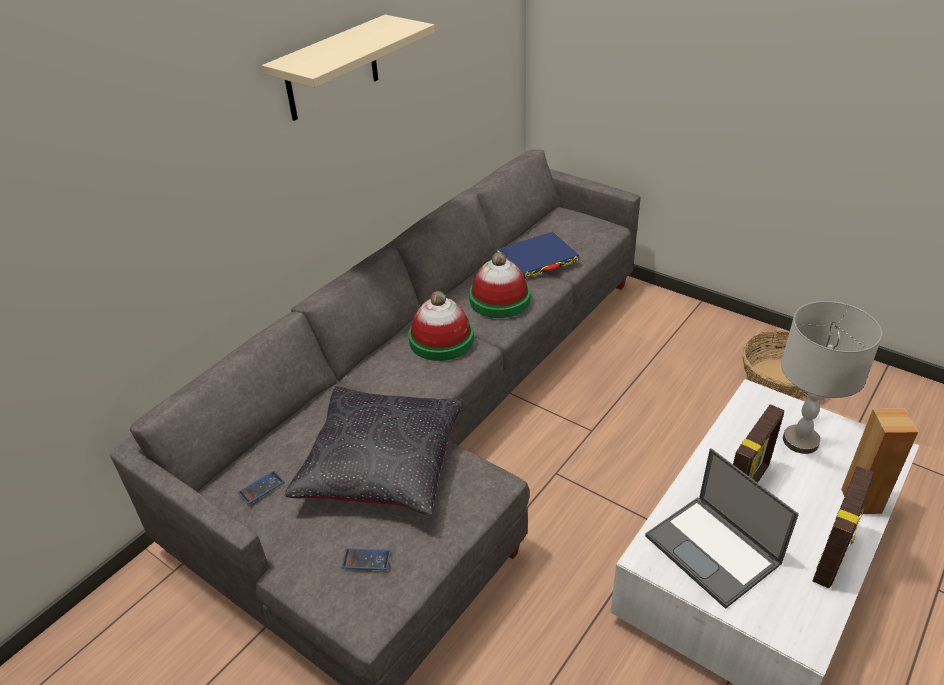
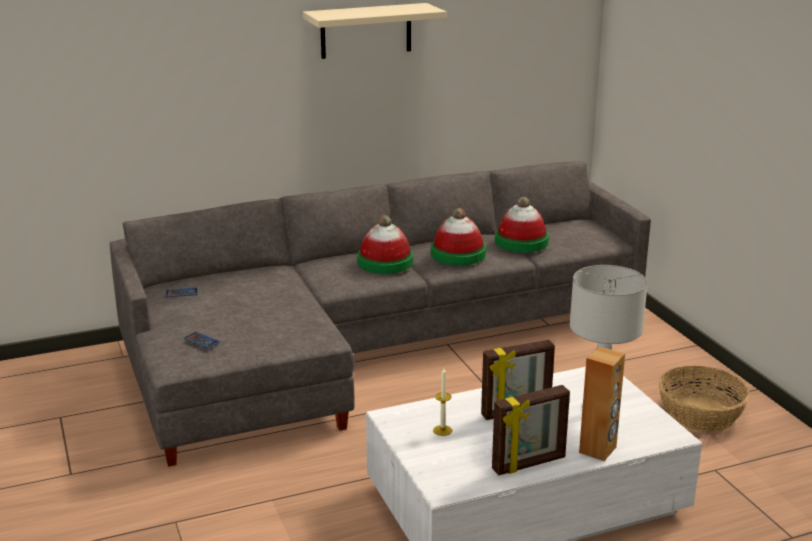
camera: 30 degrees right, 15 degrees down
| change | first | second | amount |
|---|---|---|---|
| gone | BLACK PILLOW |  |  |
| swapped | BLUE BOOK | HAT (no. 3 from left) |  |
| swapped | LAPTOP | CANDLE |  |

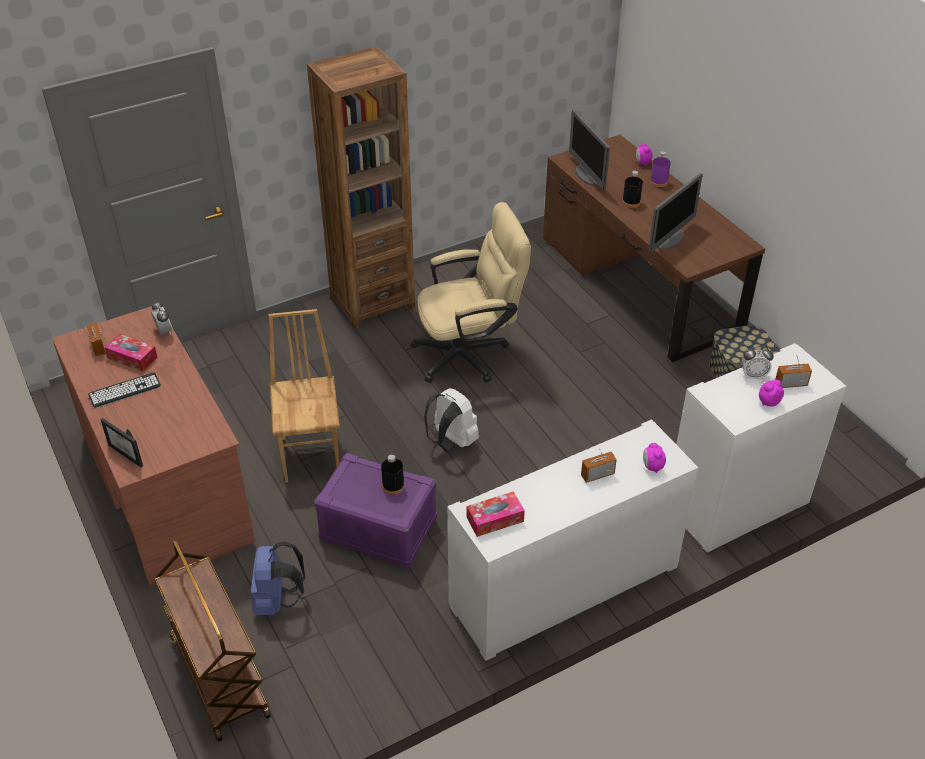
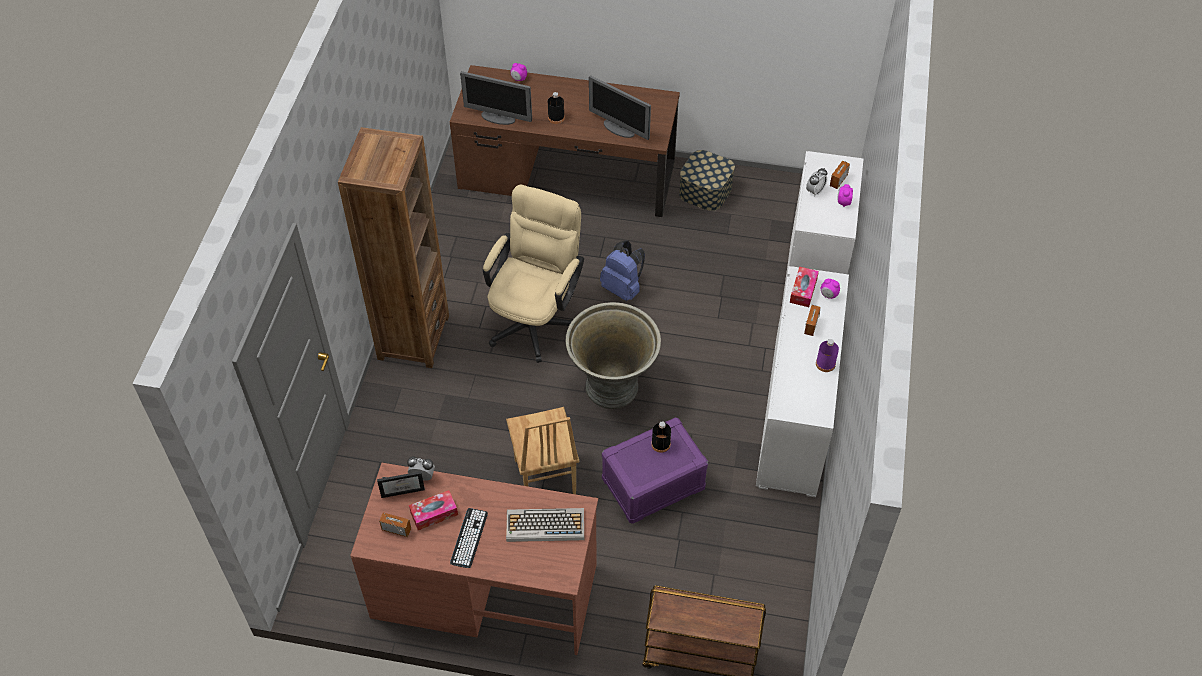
camera: 50 degrees left, 10 degrees up
| change | first | second | amount |
|---|---|---|---|
| new |  | KEYBOARD (no. 2 from left) |  |
| shifted | PICTURE FRAME |  |  |
| shifted | BLUE BACKPACK |  |  |
| shifted | TISSUE BOX (no. 2 from left) |  |  |
| shifted | PURPLE BOTTLE |  |  |
| swapped | WHITE BACKPACK | GREY PLANTER |  |
| rotated | BROWN CHAIR |  | 135 degrees counterclockwise |
| rotated | MONITOR (no. 2 from left) |  | 135 degrees clockwise |

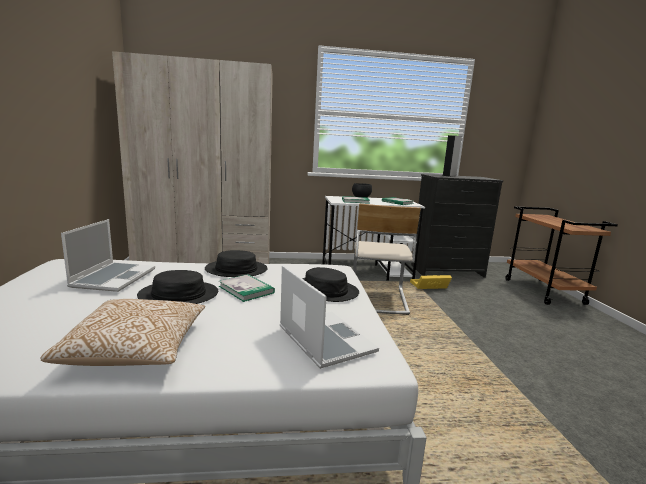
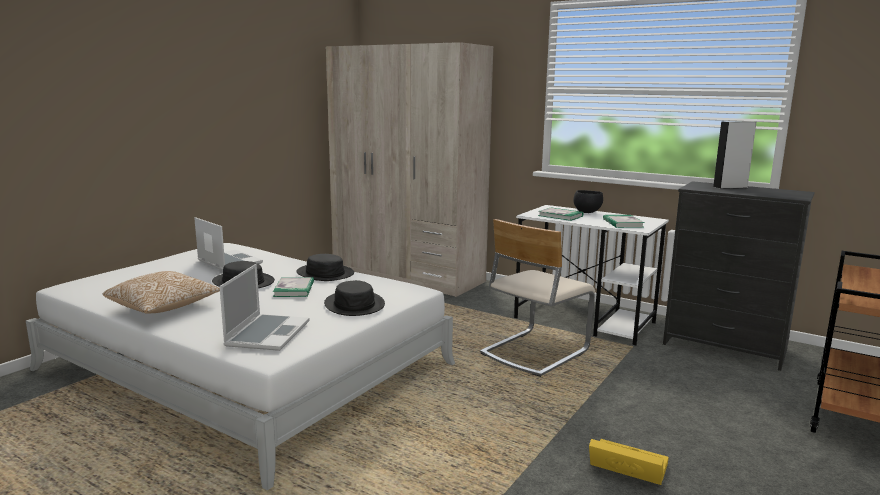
camera: 40 degrees right, 0 degrees up
| change | first | second | amount |
|---|---|---|---|
| shifted | YELLOW STORAGE BOX |  |  |
| rotated | LAPTOP (no. 1 from left) |  | 90 degrees counterclockwise |

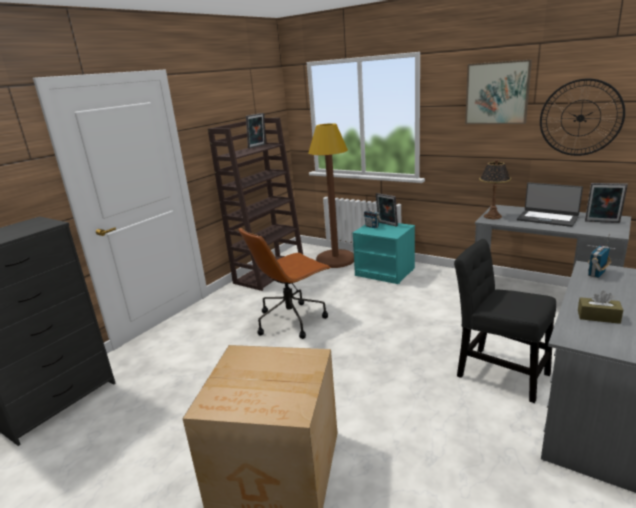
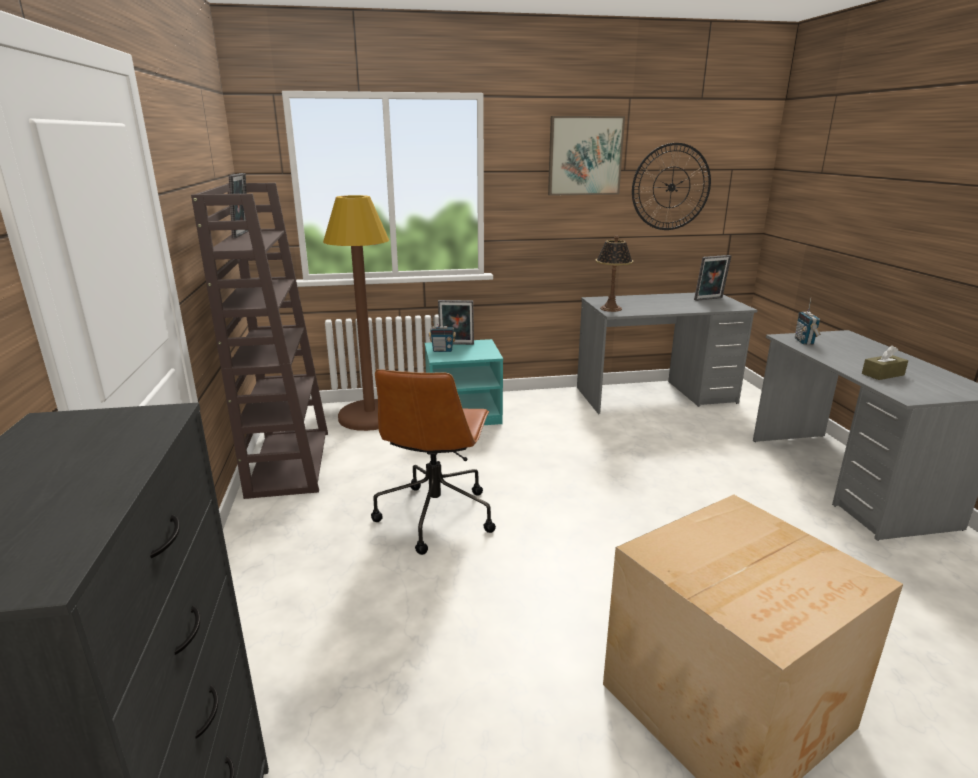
camera: 45 degrees left, 0 degrees up
| change | first | second | amount |
|---|---|---|---|
| gone | BLACK CHAIR |  |  |
| gone | LAPTOP |  |  |

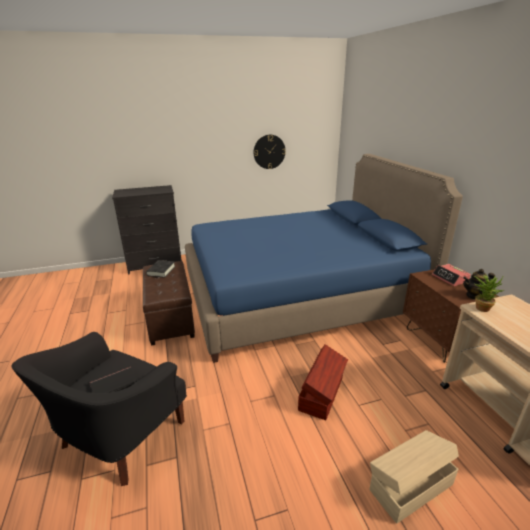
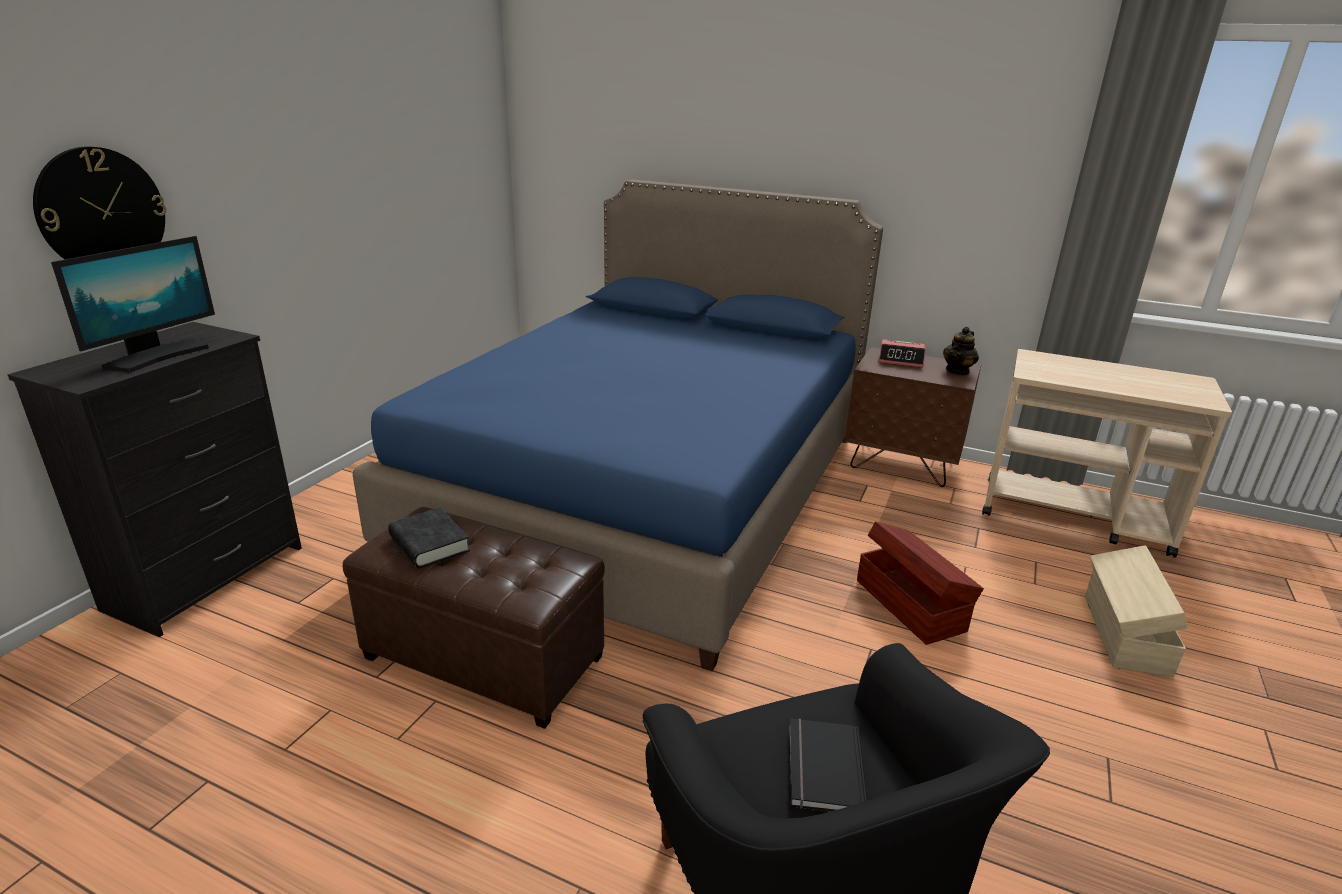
camera: 50 degrees left, 0 degrees up
| change | first | second | amount |
|---|---|---|---|
| gone | POTTED PLANT |  |  |
| new |  | MONITOR |  |
| shifted | WALL CLOCK |  |  |

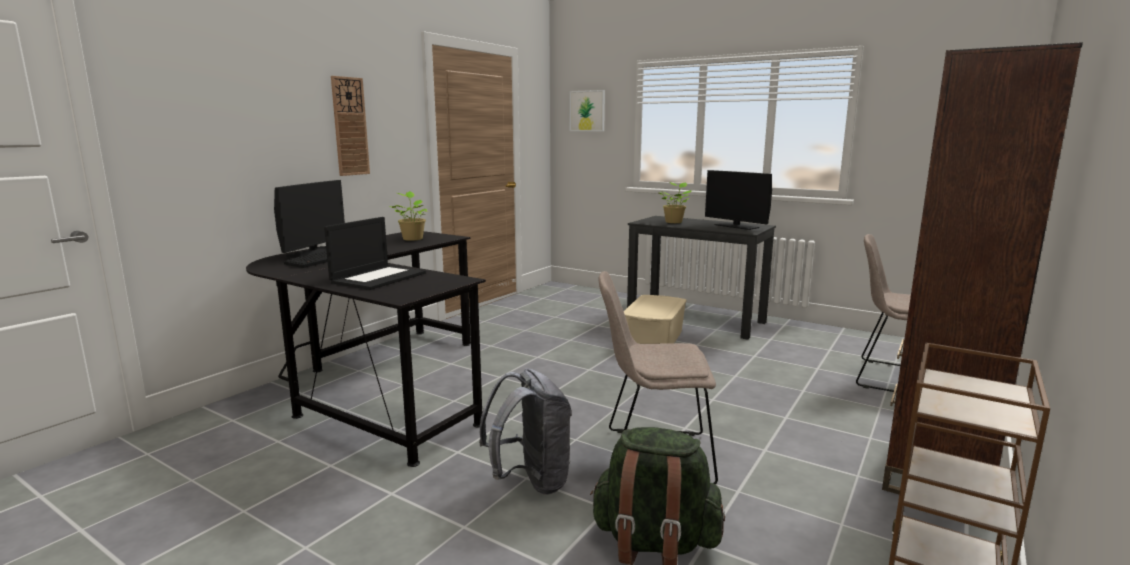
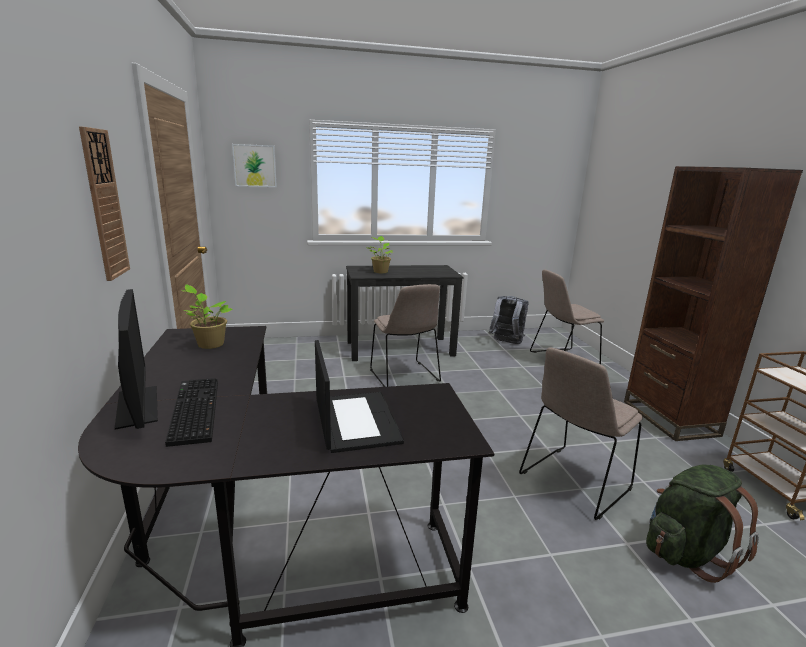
camera: 45 degrees left, 5 degrees up
| change | first | second | amount |
|---|---|---|---|
| gone | MONITOR (no. 2 from left) |  |  |
| shifted | GREY BACKPACK |  |  |
| swapped | BEIGE STORAGE BOX | BEIGE CHAIR (no. 1 from left) |  |

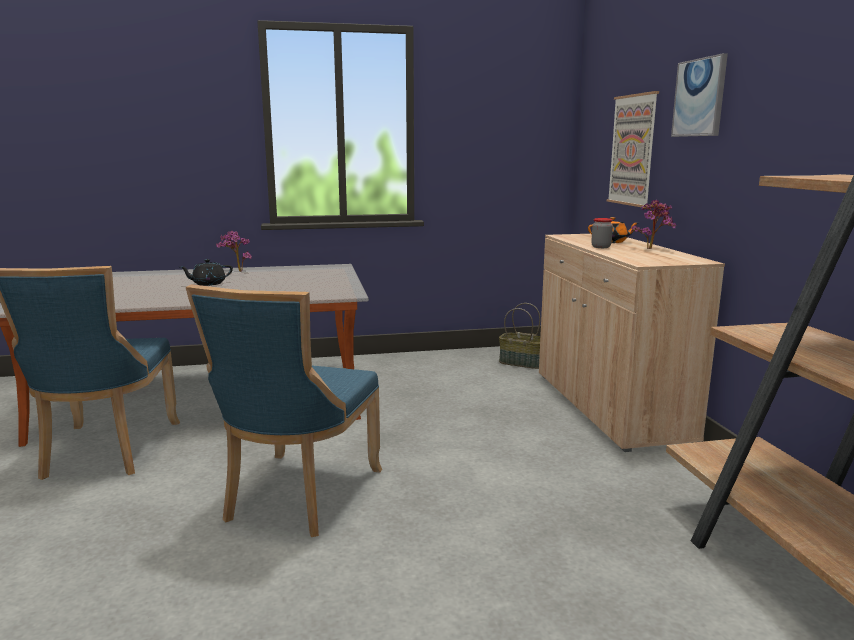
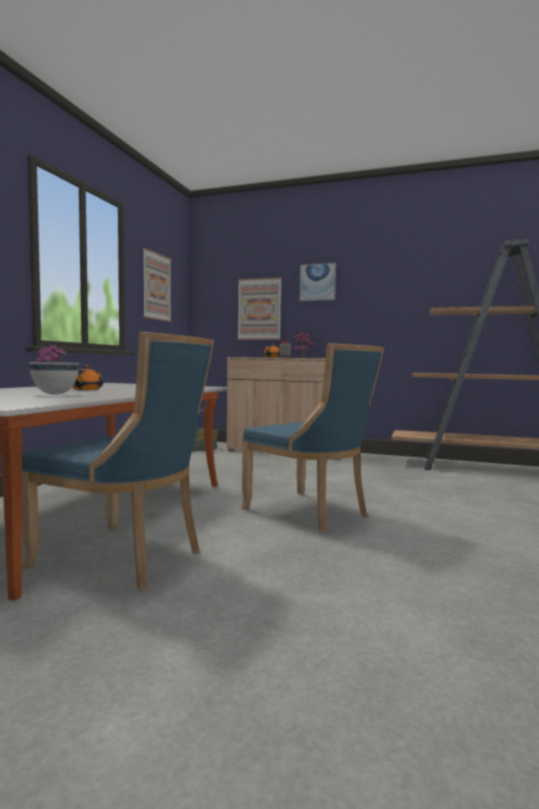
camera: 60 degrees left, 10 degrees down
| change | first | second | amount |
|---|---|---|---|
| new |  | WHITE BOWL |  |
| new |  | PICTURE (no. 1 from left) |  |
| repainted | BLACK TEAPOT | ORANGE TEAPOT (no. 1 from left) |  |

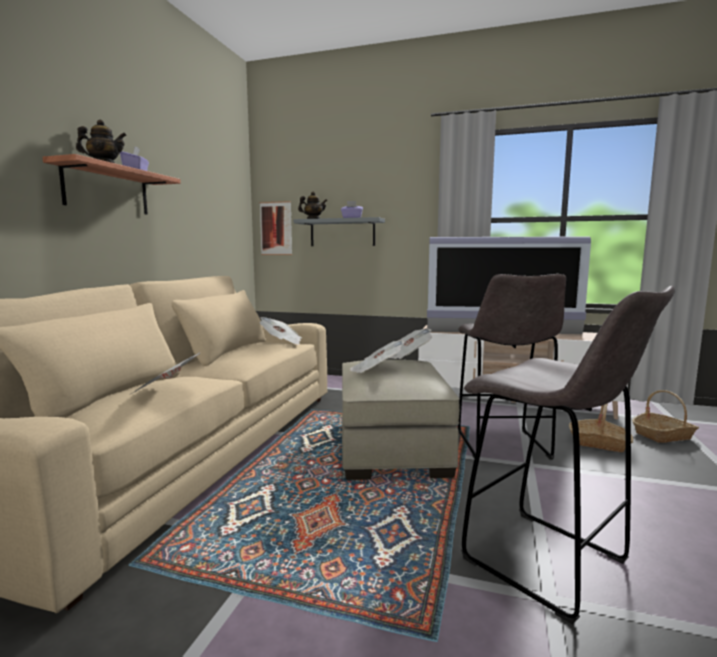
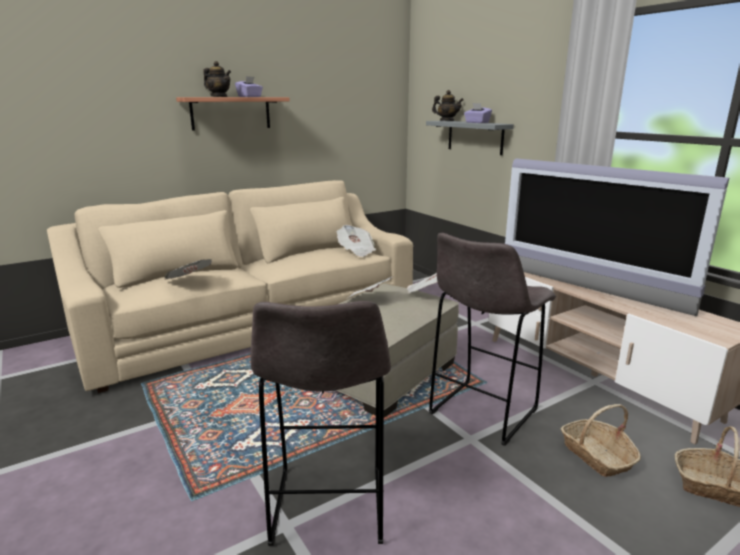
camera: 40 degrees right, 10 degrees up
| change | first | second | amount |
|---|---|---|---|
| gone | PICTURE |  |  |

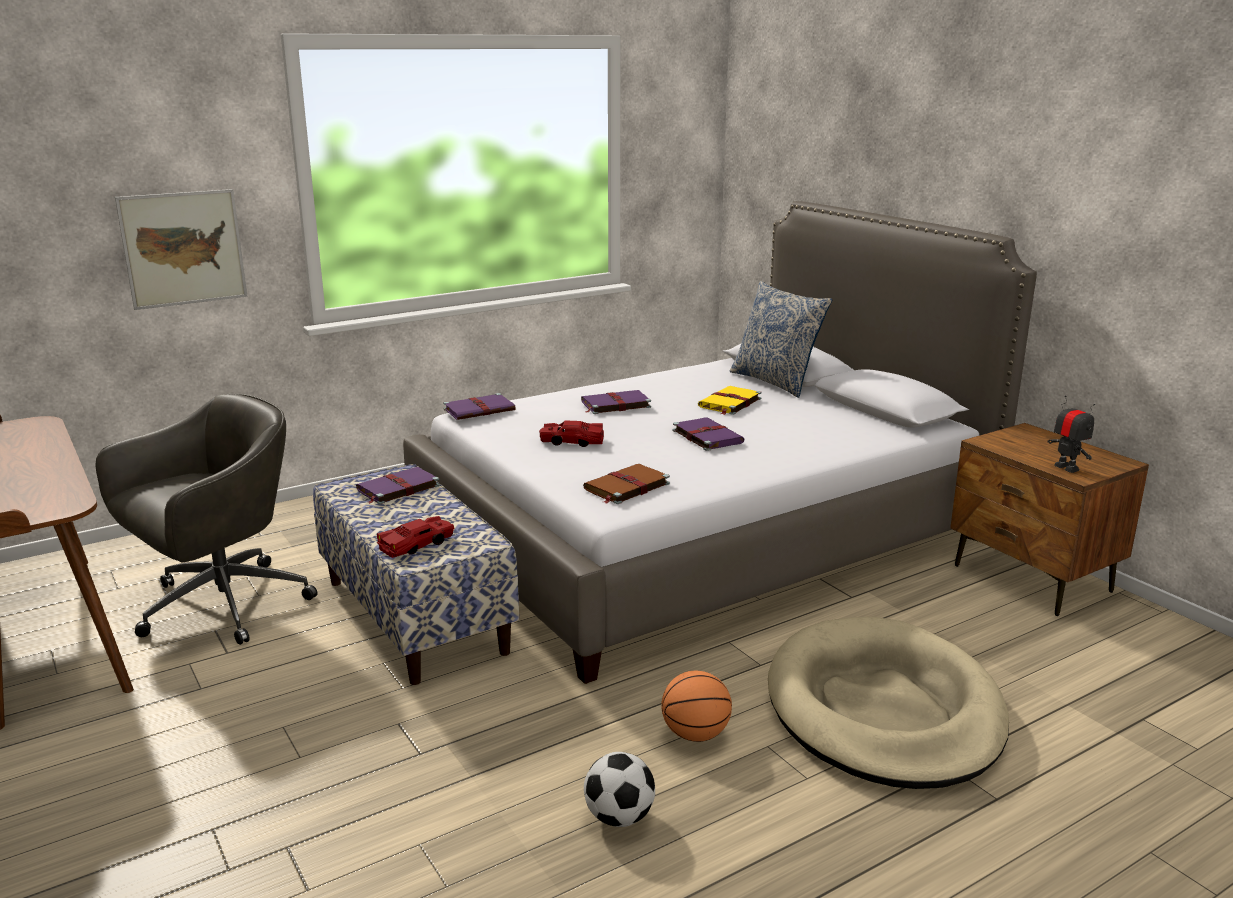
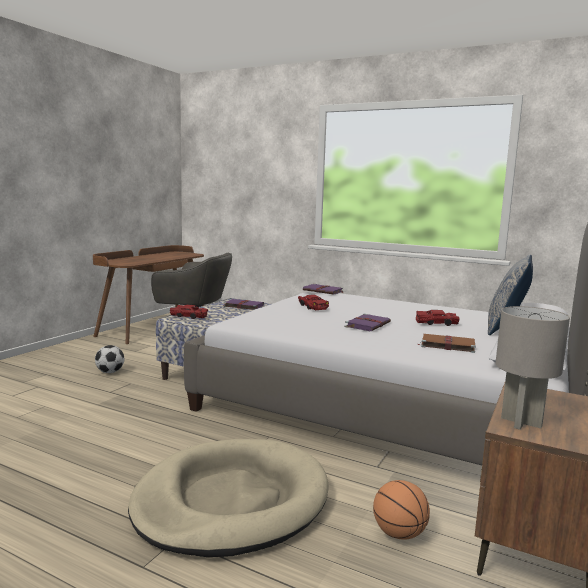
camera: 60 degrees right, 10 degrees down
| change | first | second | amount |
|---|---|---|---|
| gone | PICTURE |  |  |
| gone | PURPLE BOOK (no. 3 from left) |  |  |
| shifted | BROWN BOOK |  |  |
| shifted | FOOTBALL |  |  |
| shifted | BASKETBALL |  |  |
| swapped | YELLOW BOOK | RED TOY CAR (no. 3 from left) |  |
| swapped | TOY ROBOT | GREY TABLE LAMP |  |

